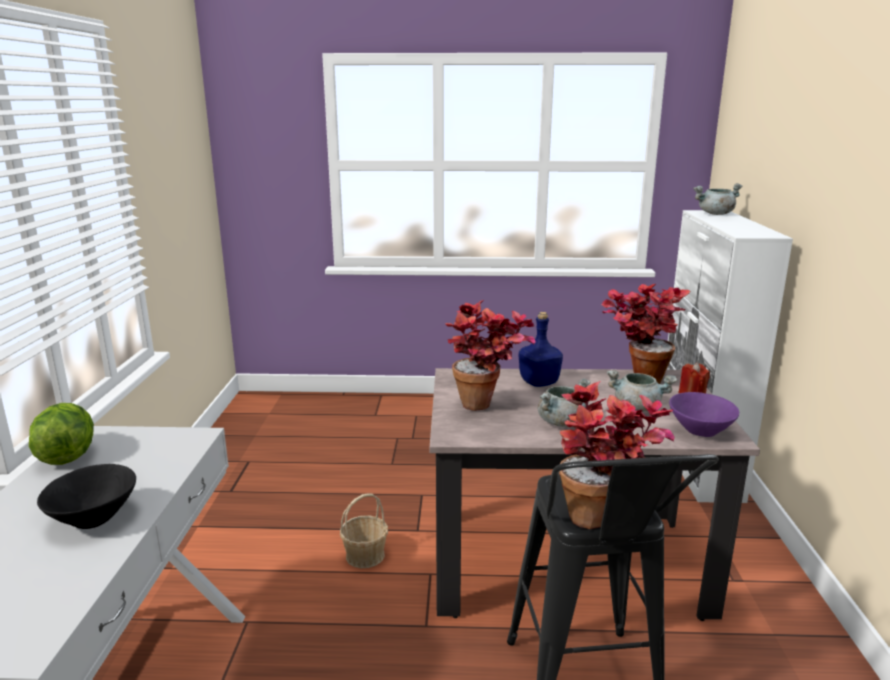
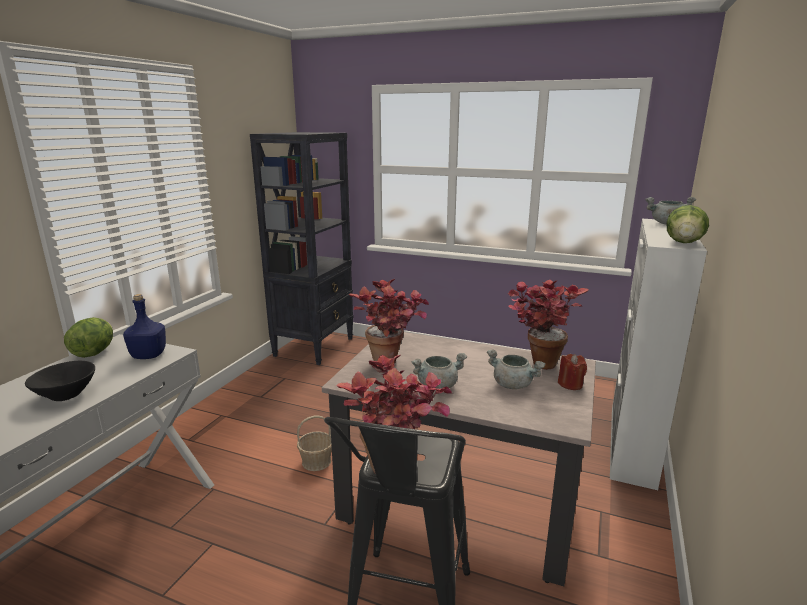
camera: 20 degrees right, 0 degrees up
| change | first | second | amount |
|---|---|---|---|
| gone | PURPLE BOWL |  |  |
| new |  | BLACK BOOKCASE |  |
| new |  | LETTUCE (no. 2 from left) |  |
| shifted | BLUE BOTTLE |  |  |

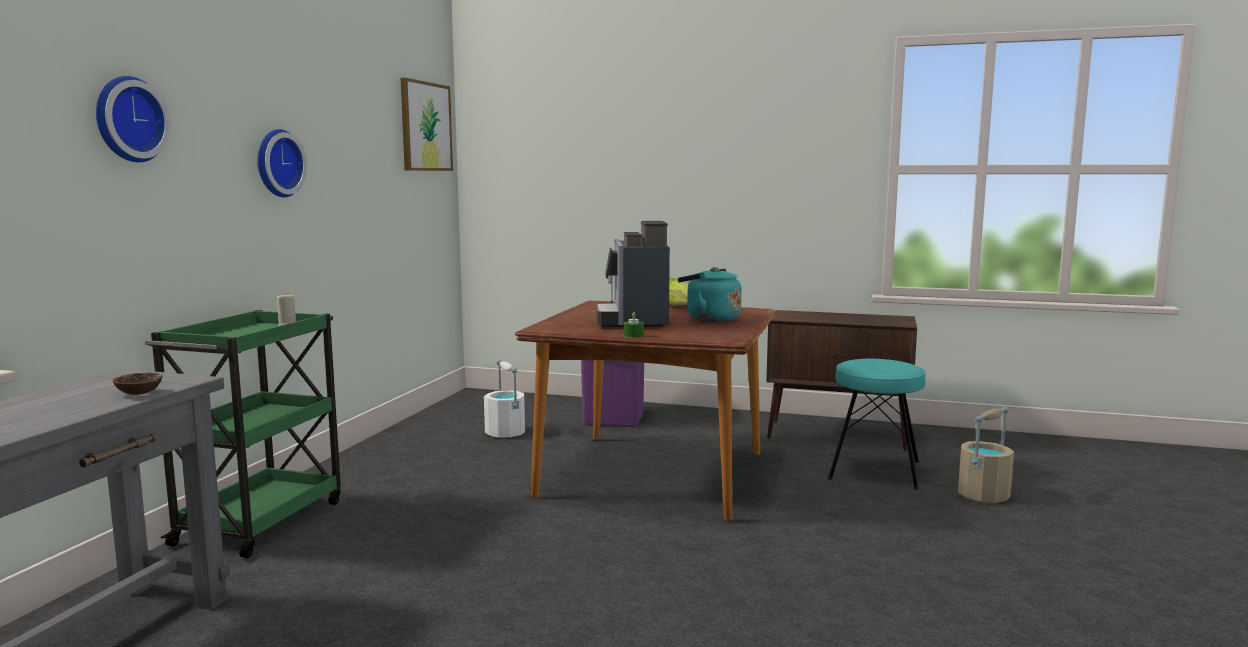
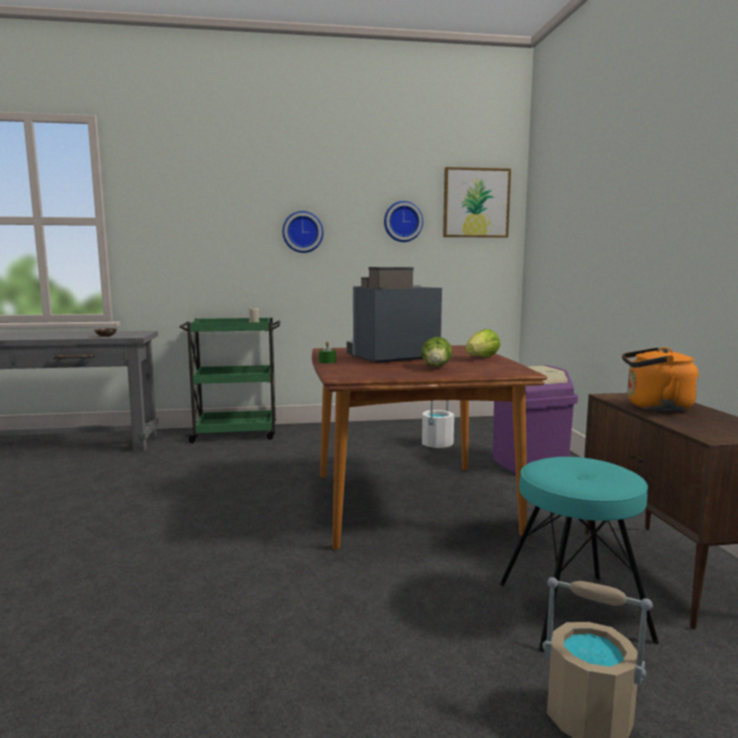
camera: 65 degrees right, 0 degrees up
| change | first | second | amount |
|---|---|---|---|
| new |  | ORANGE KETTLE |  |
| shifted | WALL CLOCK (no. 1 from left in the first image) | WALL CLOCK (no. 2 from left) |  |
| swapped | TURQUOISE KETTLE | LETTUCE (no. 1 from left) |  |

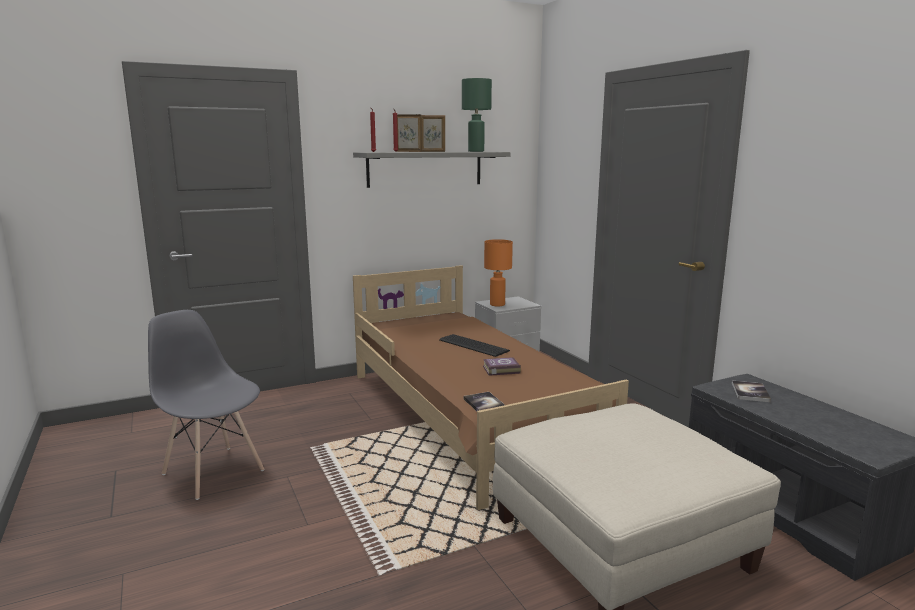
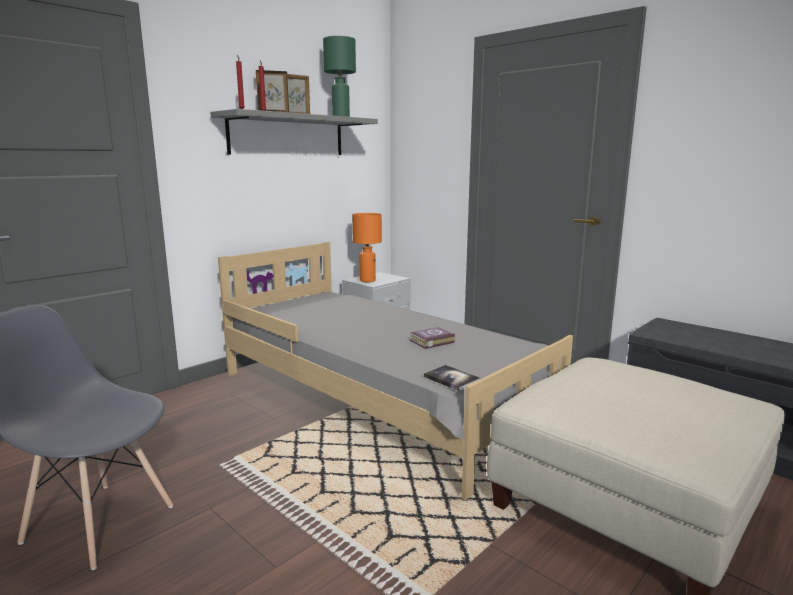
camera: 20 degrees left, 0 degrees up
| change | first | second | amount |
|---|---|---|---|
| gone | KEYBOARD |  |  |
| gone | BOOK (no. 3 from left) |  |  |
| repainted | BROWN BED | GREY BED |  |

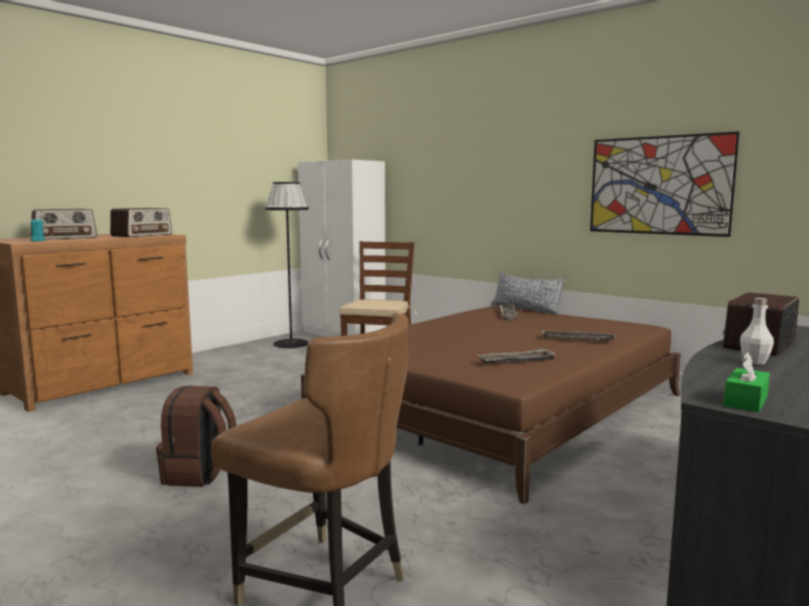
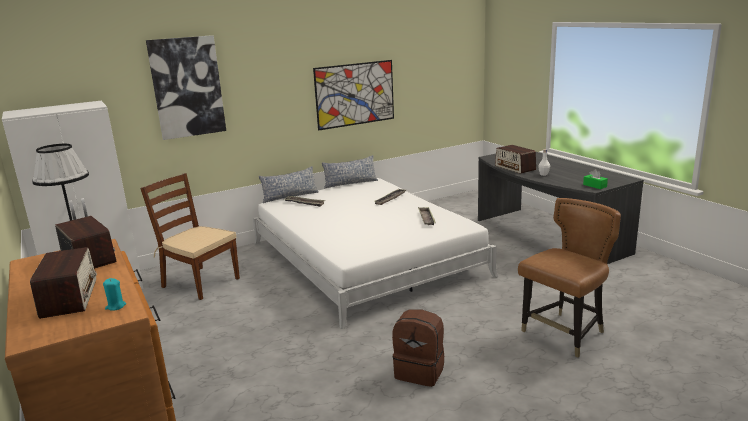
camera: 70 degrees left, 10 degrees up
| change | first | second | amount |
|---|---|---|---|
| new |  | PICTURE (no. 1 from left) |  |
| new |  | PILLOW (no. 2 from left) |  |
| repainted | BROWN BED | WHITE BED |  |

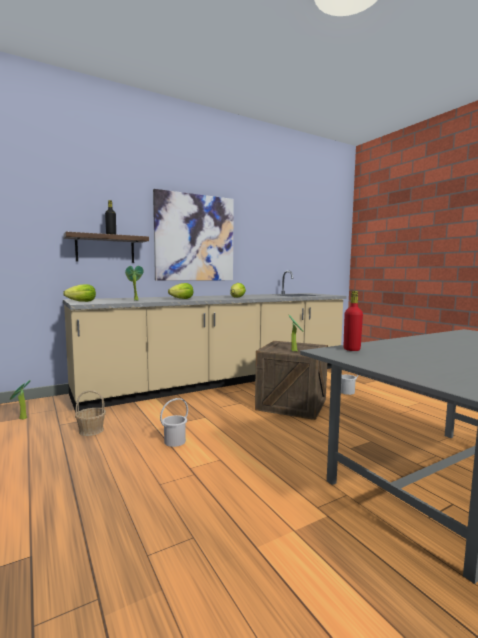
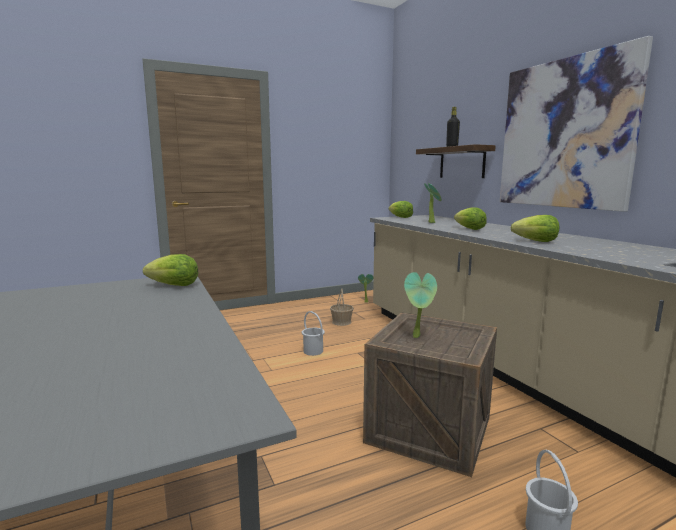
camera: 95 degrees right, 5 degrees up
| change | first | second | amount |
|---|---|---|---|
| swapped | RED BOTTLE | LETTUCE (no. 1 from left) |  |

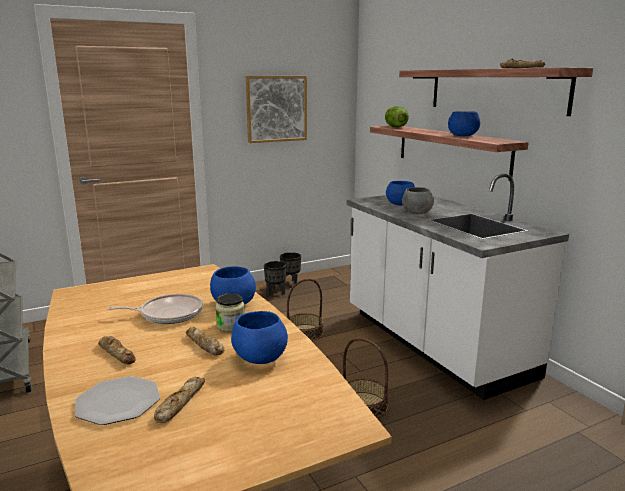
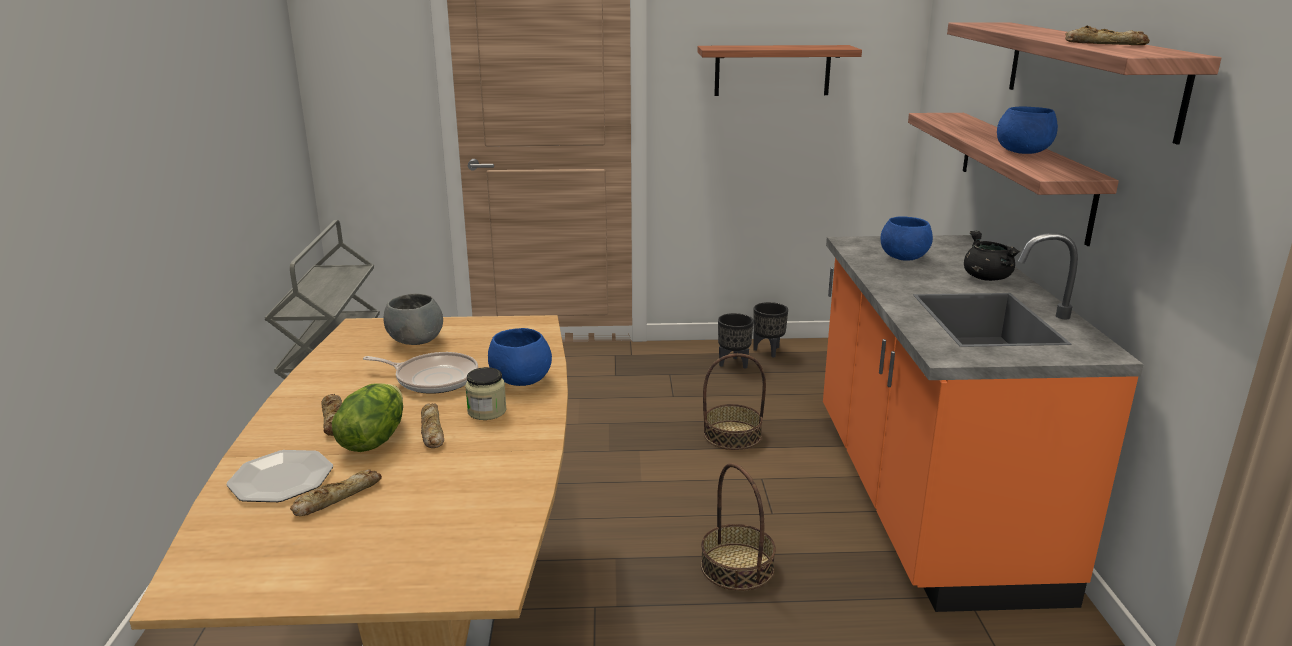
camera: 25 degrees right, 5 degrees up
| change | first | second | amount |
|---|---|---|---|
| gone | BLUE BOWL (no. 2 from left) |  |  |
| new |  | BLACK COOKING POT |  |
| shifted | LETTUCE |  |  |
| shifted | GREY BOWL |  |  |
| swapped | PICTURE | SHELF (no. 1 from left) |  |
| repainted | WHITE COUNTER | ORANGE COUNTER |  |

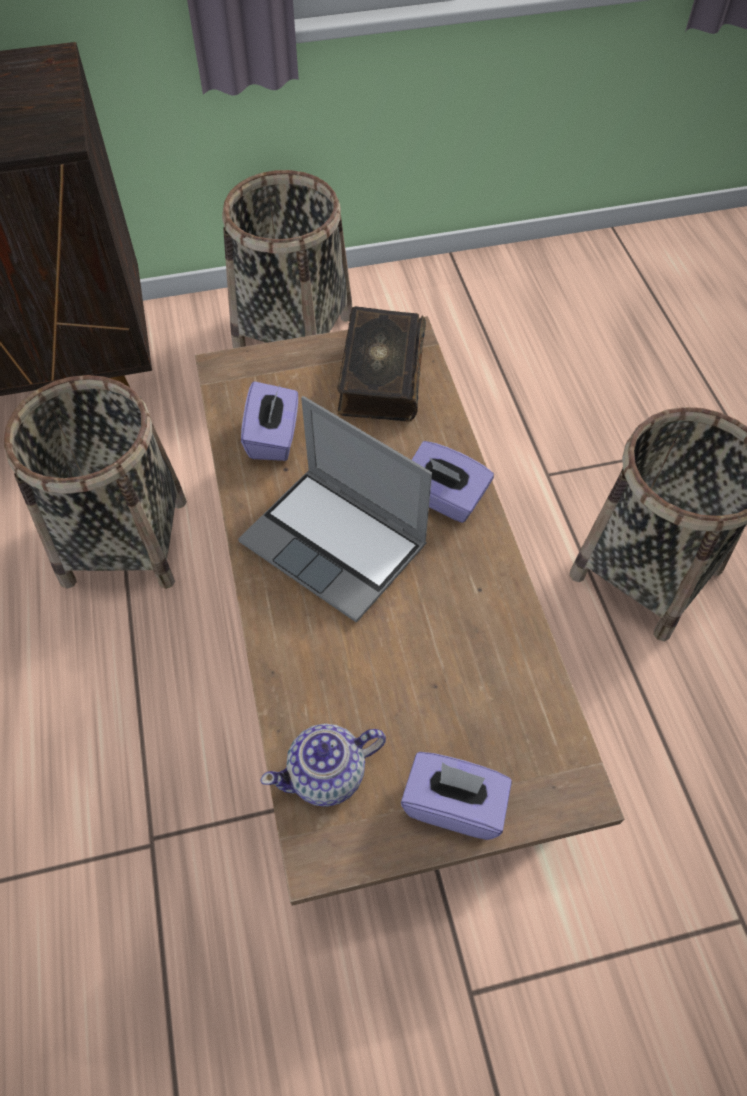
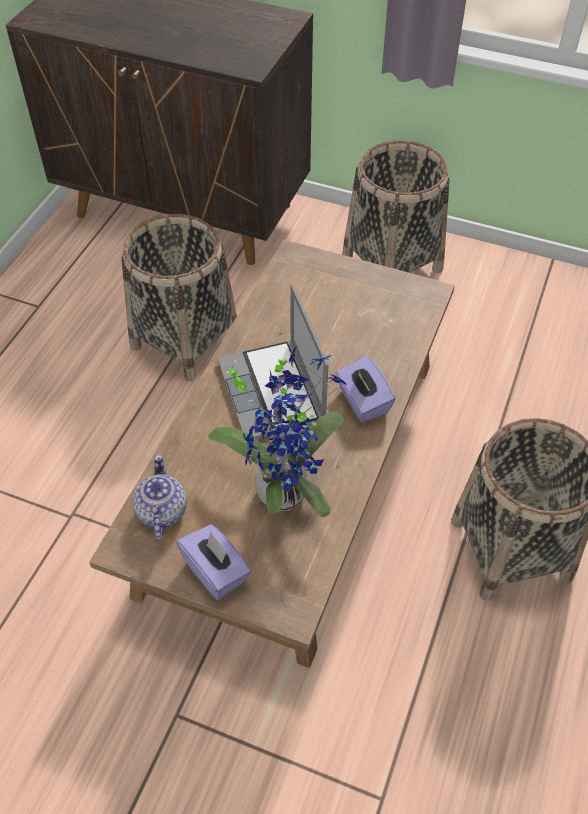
camera: 35 degrees right, 5 degrees down
| change | first | second | amount |
|---|---|---|---|
| gone | PURPLE TISSUE BOX (no. 1 from left) |  |  |
| gone | BOOK |  |  |
| new |  | POTTED PLANT |  |
| rotated | TEAPOT |  | 75 degrees clockwise |

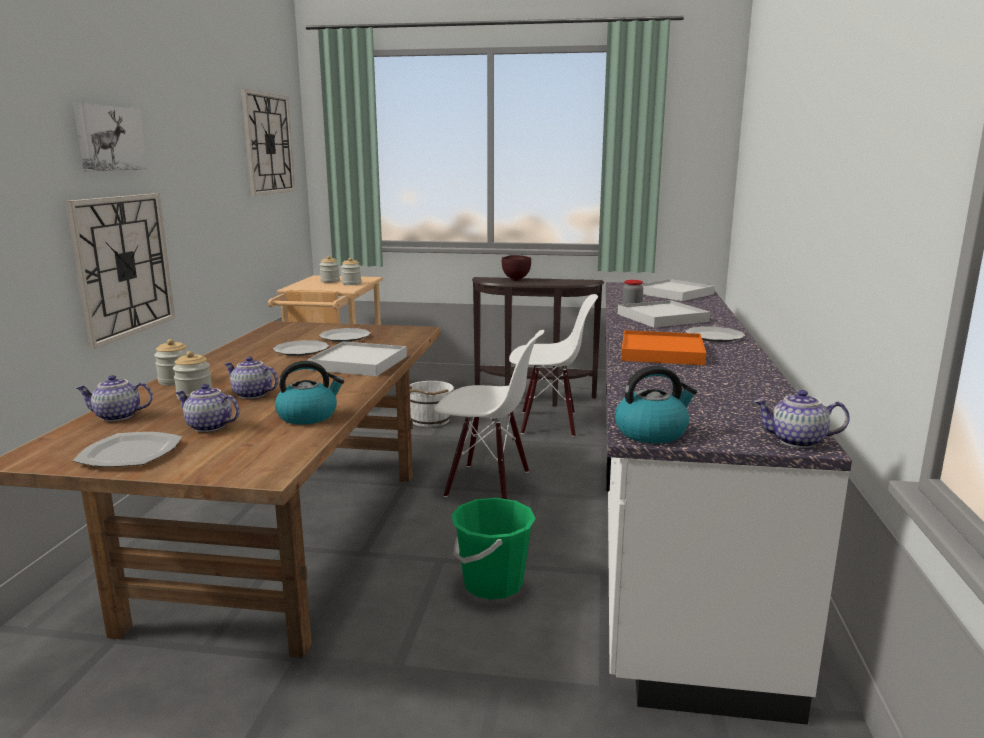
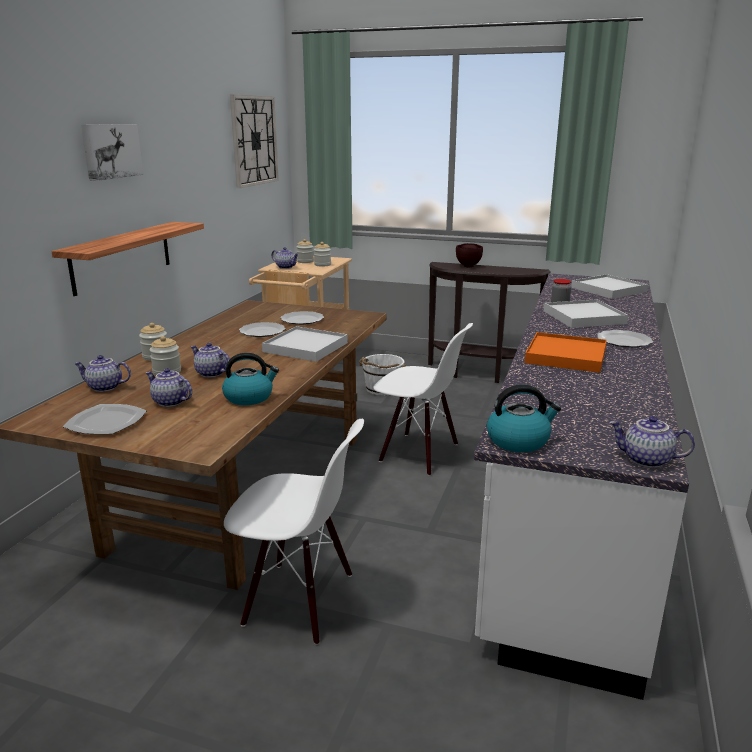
camera: 10 degrees right, 5 degrees up
| change | first | second | amount |
|---|---|---|---|
| gone | GREEN BUCKET |  |  |
| new |  | TEAPOT (no. 4 from left) |  |
| shifted | WHITE CHAIR (no. 2 from left in the first image) | WHITE CHAIR (no. 1 from left) |  |
| swapped | WALL CLOCK (no. 1 from left) | SHELF |  |

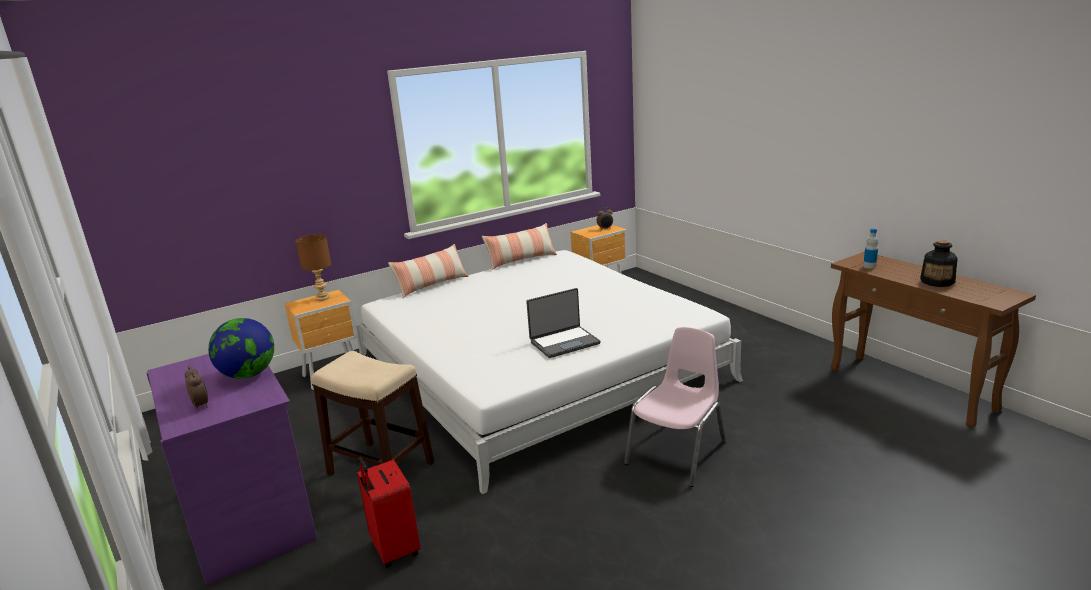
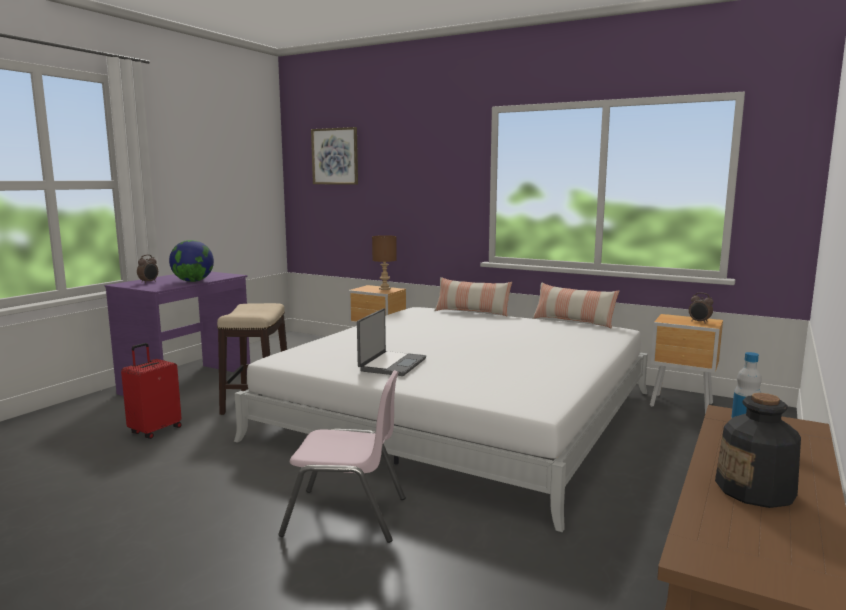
camera: 60 degrees right, 10 degrees down
| change | first | second | amount |
|---|---|---|---|
| new |  | PICTURE |  |
| rotated | LAPTOP |  | 105 degrees counterclockwise |

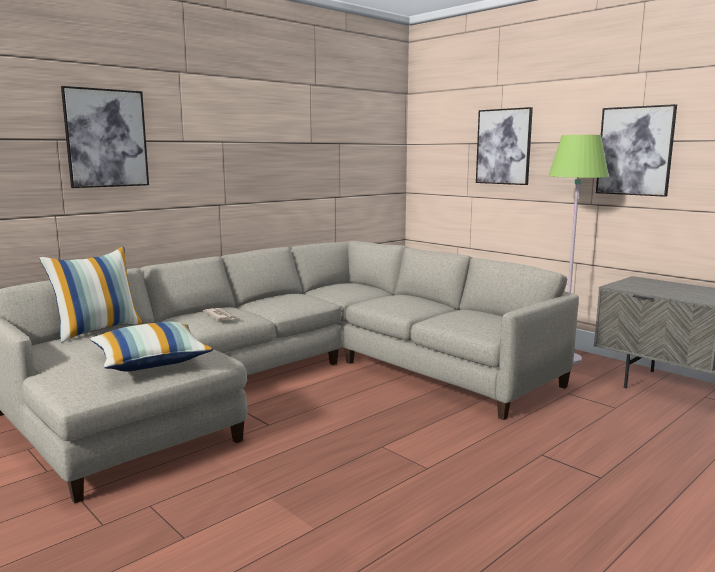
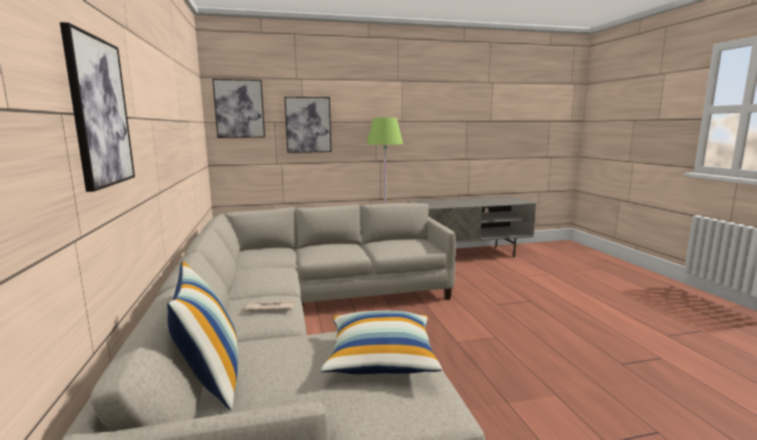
camera: 60 degrees left, 0 degrees up
| change | first | second | amount |
|---|---|---|---|
| shifted | PICTURE (no. 3 from left in the first image) | PICTURE (no. 2 from left) |  |

